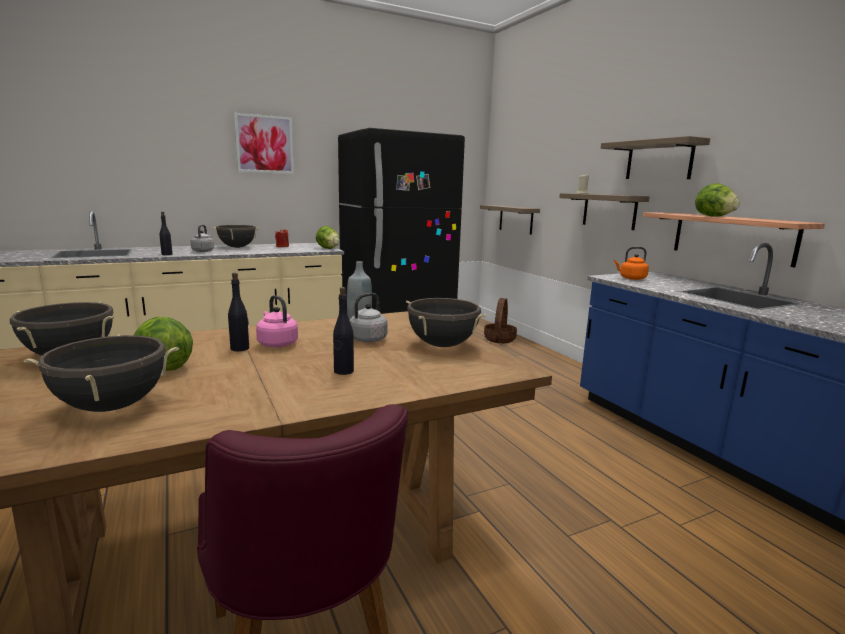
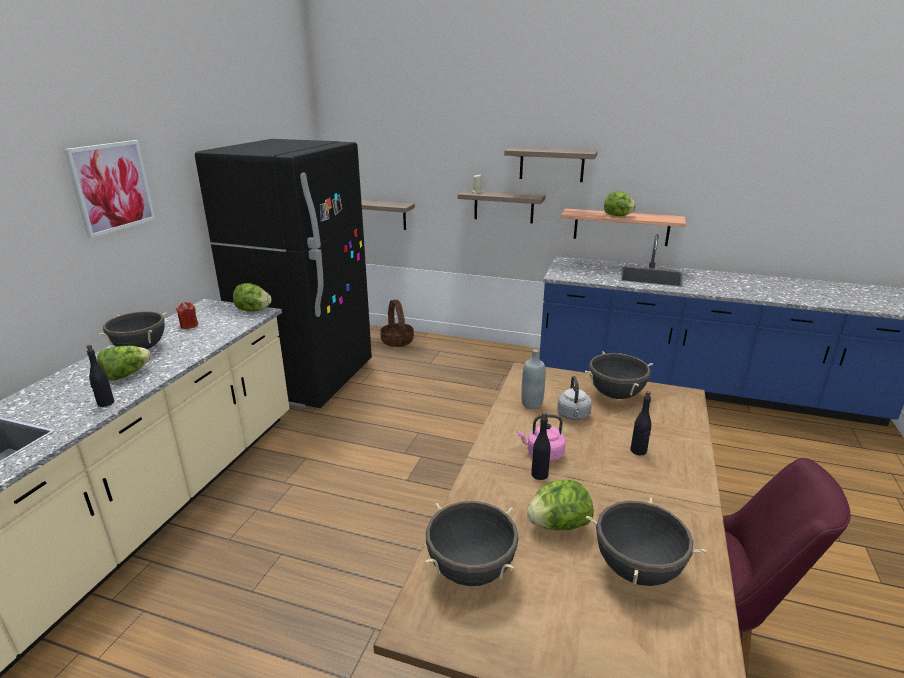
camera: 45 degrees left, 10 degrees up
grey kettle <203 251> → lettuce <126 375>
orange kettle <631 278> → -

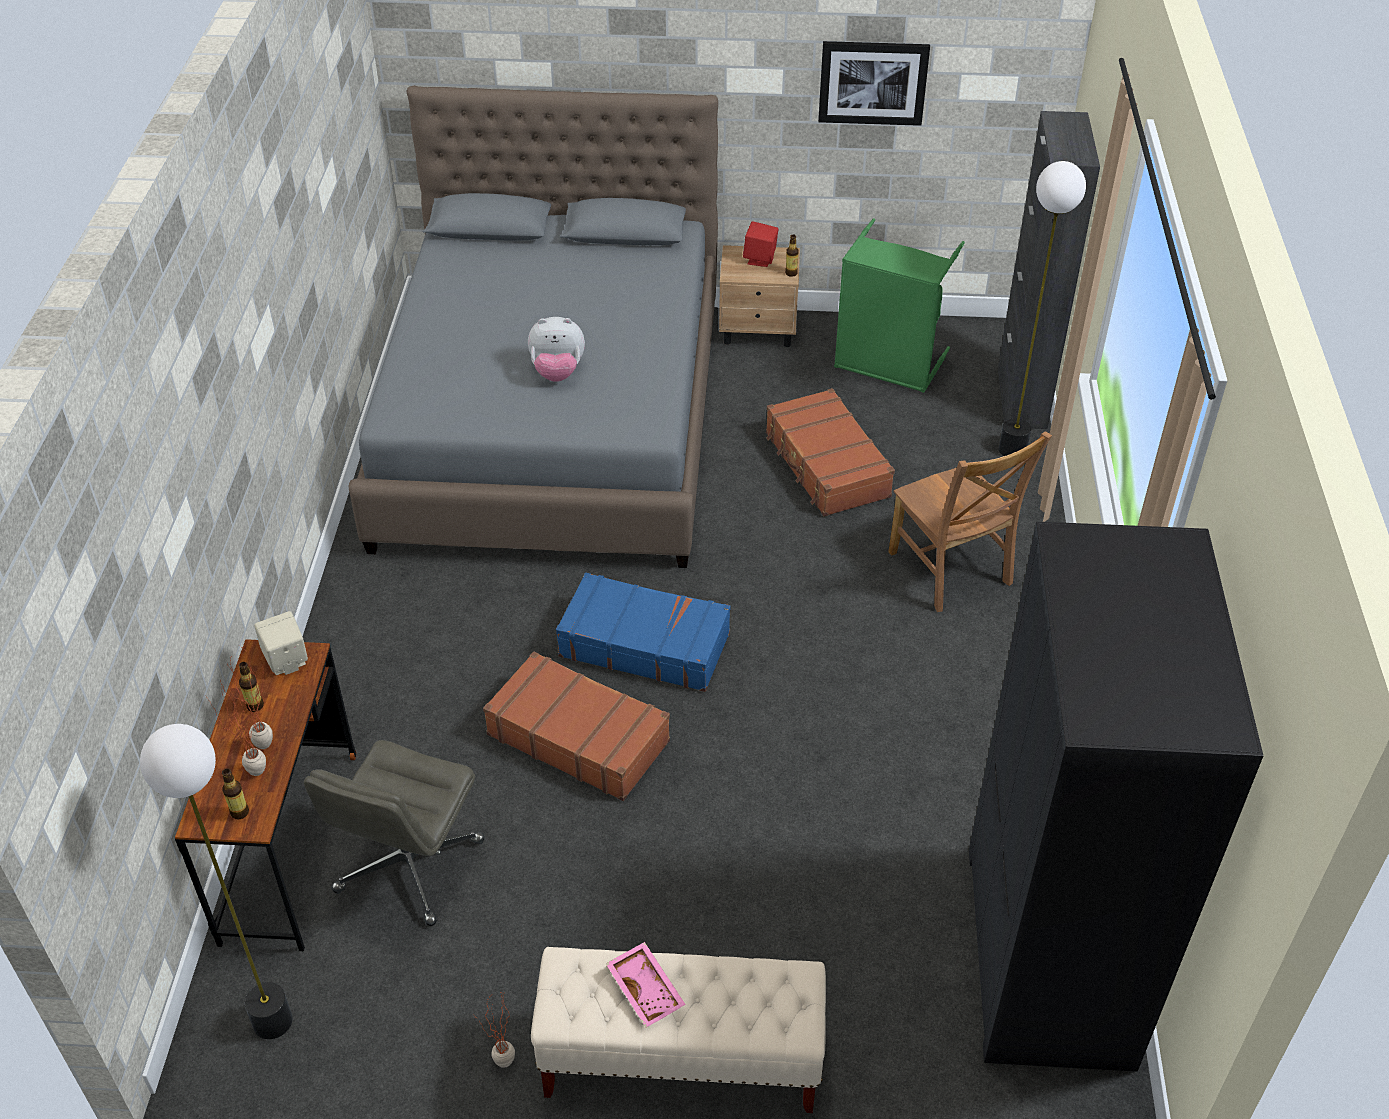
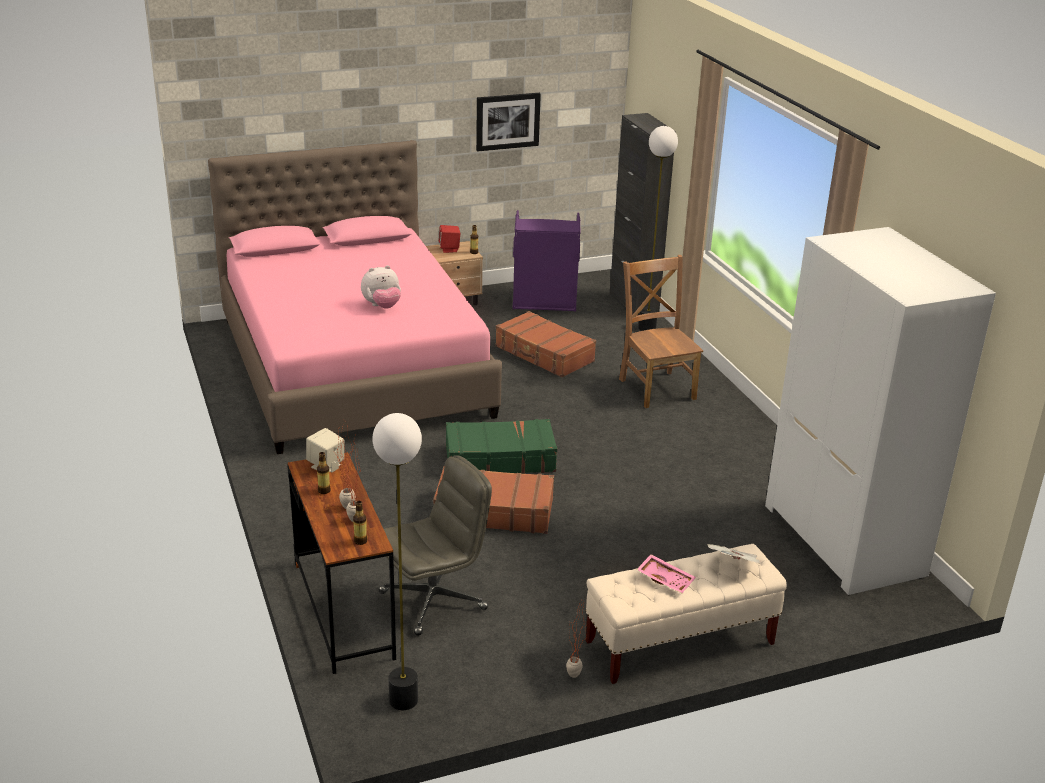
camera: 25 degrees left, 15 degrees down
grey bed <554 422> → pink bed <354 366>
grey office chair <409 867> → grey office chair <434 600>, 120 degrees counterclockwise
blue suitcase <644 644> → green suitcase <499 458>
green laundry basket <887 365> → purple laundry basket <544 303>
brown chair <952 571> → brown chair <656 387>, 150 degrees counterclockwise
- → newspaper <735 565>
black wardrobe <1050 957> → white wardrobe <845 541>

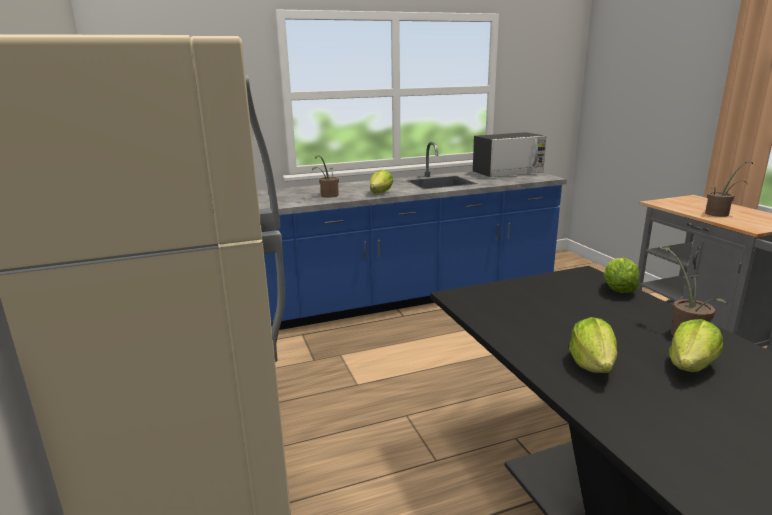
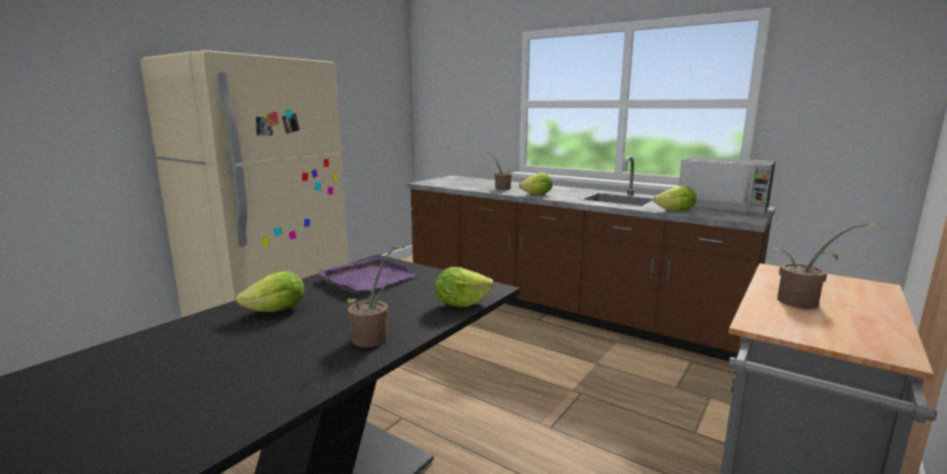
camera: 55 degrees right, 5 degrees down
- → purple tray <367 279>
blue counter <393 299> → brown counter <560 307>
lettuce <691 366> → lettuce <676 211>, moved

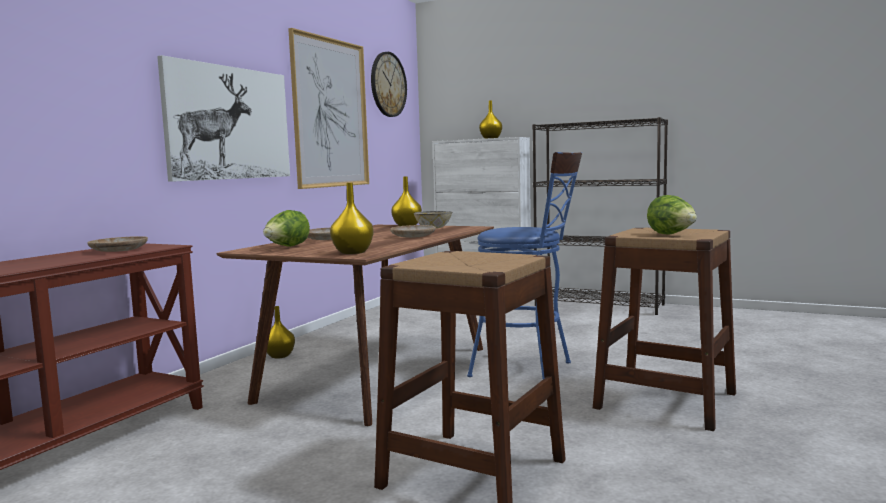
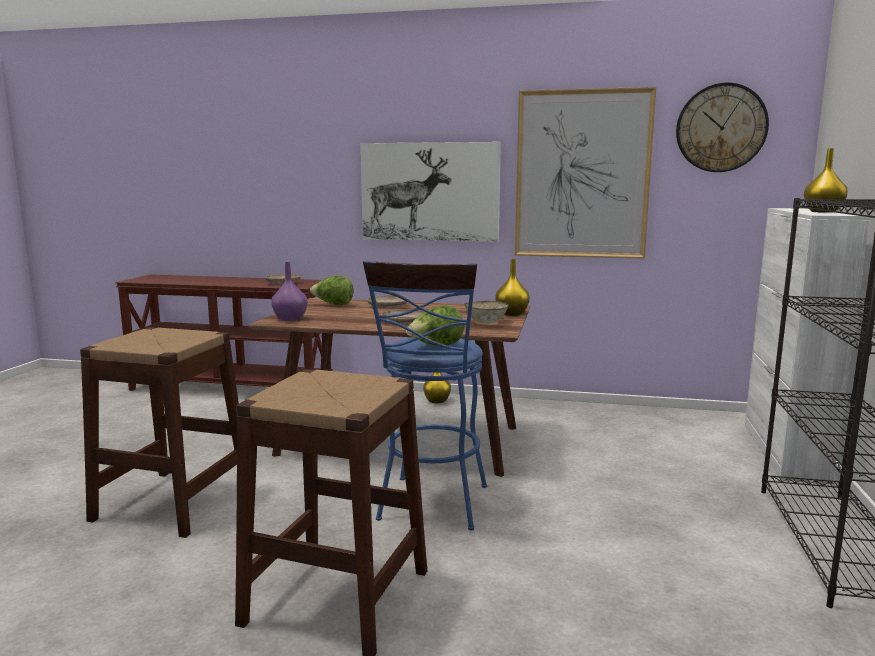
camera: 75 degrees right, 5 degrees up
yellow vase <352 252> → purple vase <290 319>
lettuce <672 235> → lettuce <436 347>, moved

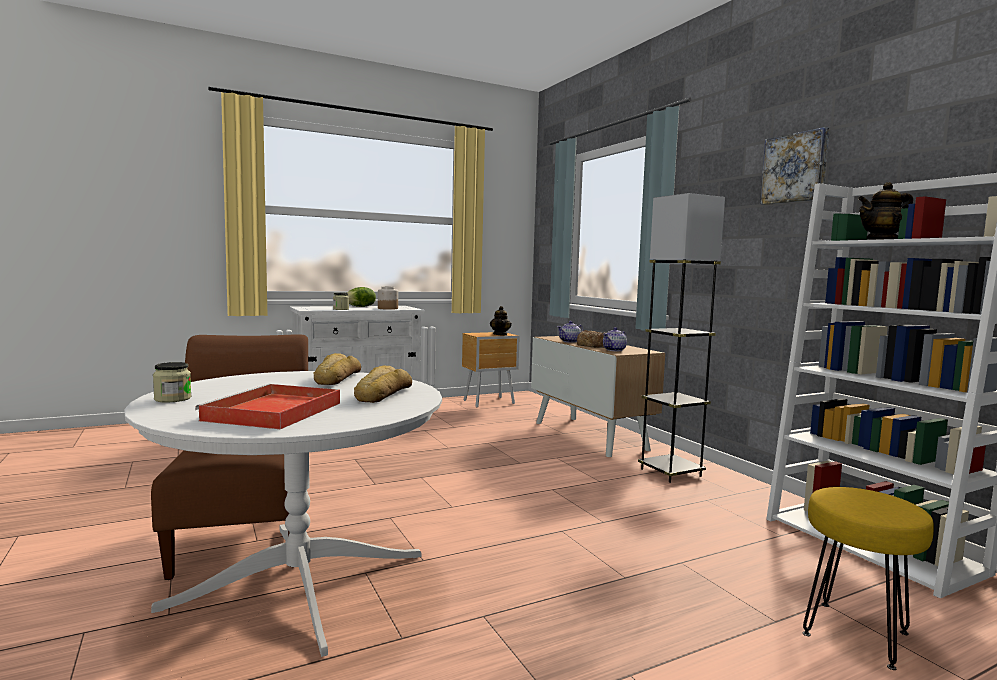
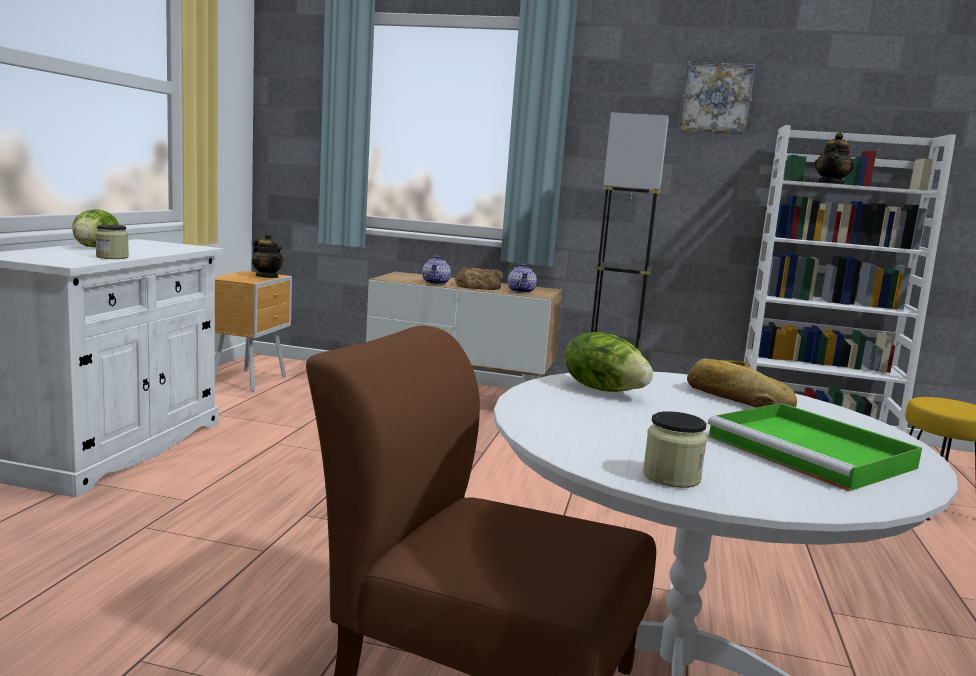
camera: 50 degrees left, 5 degrees up
bread <335 378> → lettuce <604 389>
red tray <273 412> → green tray <813 453>
jar <387 308> → -

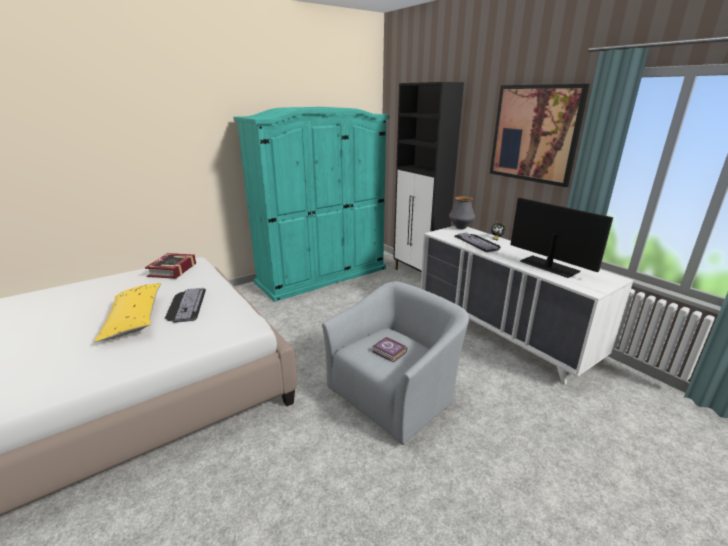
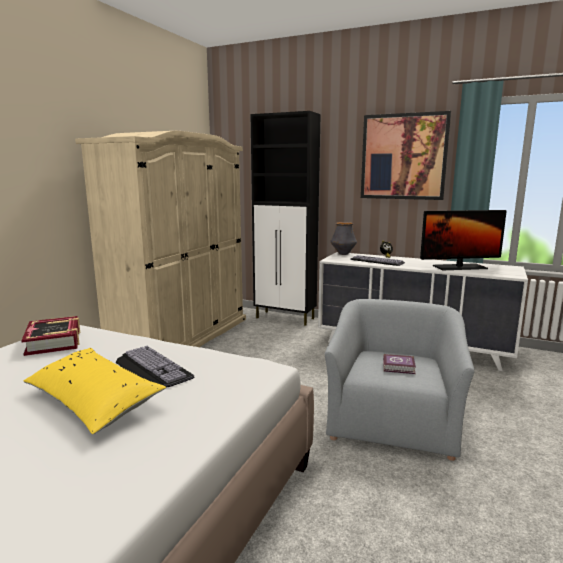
camera: 30 degrees left, 10 degrees down
turquoise wardrobe <322 275> → beige wardrobe <182 338>
monitor <549 266> → monitor <459 267>, 150 degrees clockwise

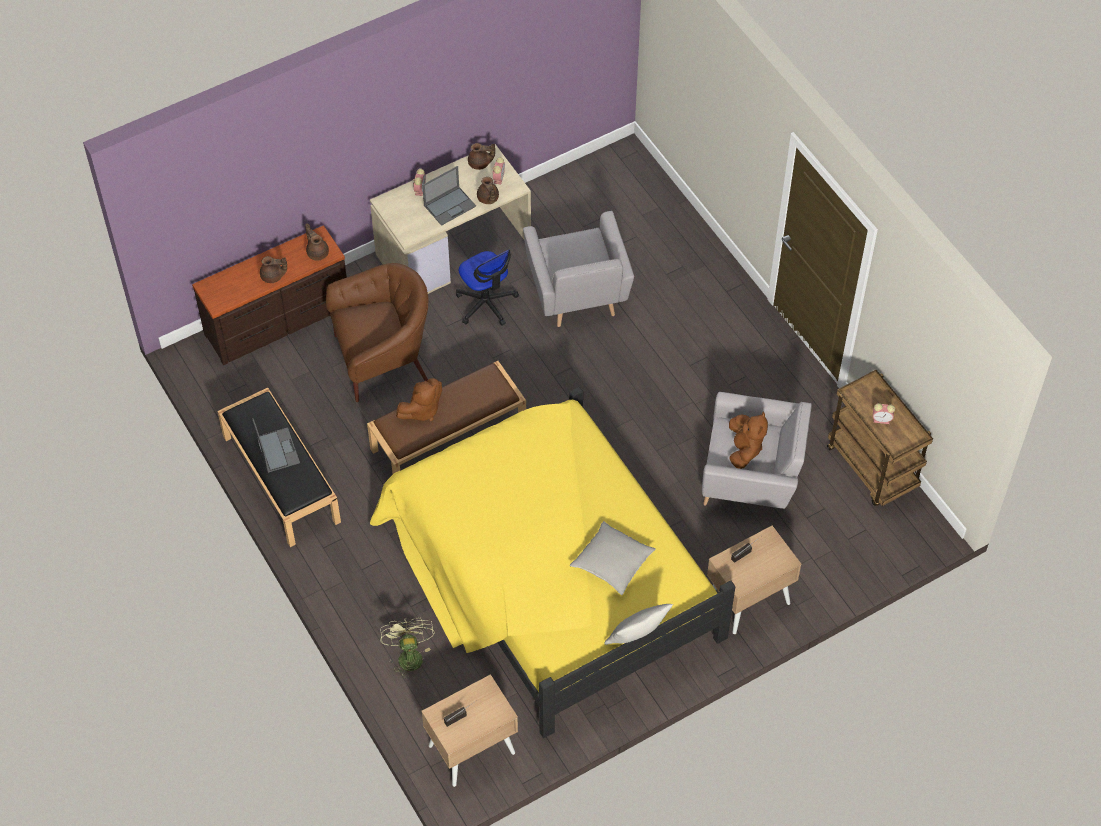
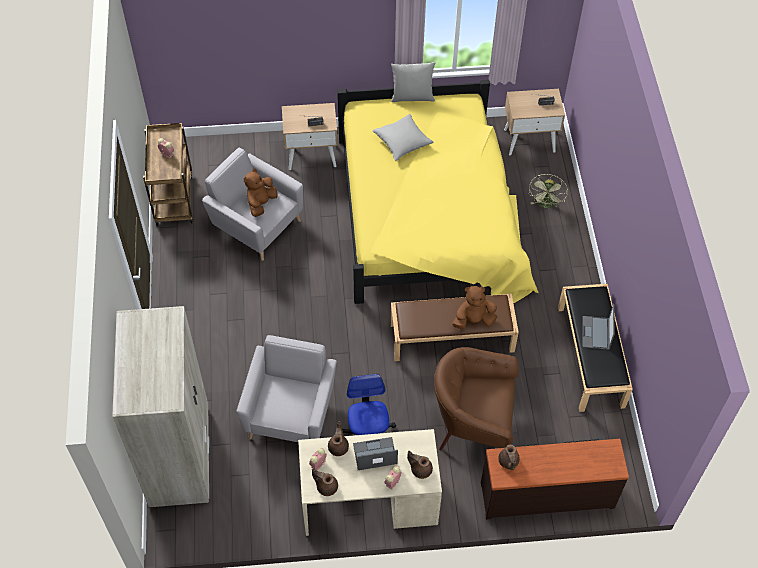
camera: 155 degrees left, 0 degrees up
- → beige wardrobe <180 455>
brown teapot <273 276> → brown teapot <420 469>, moved

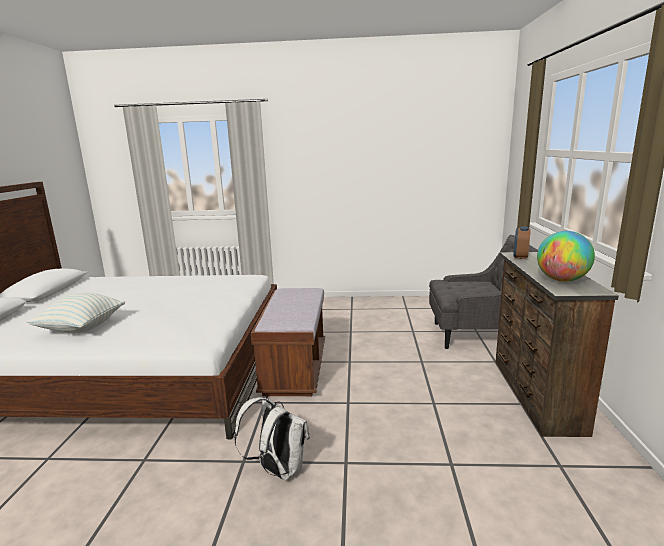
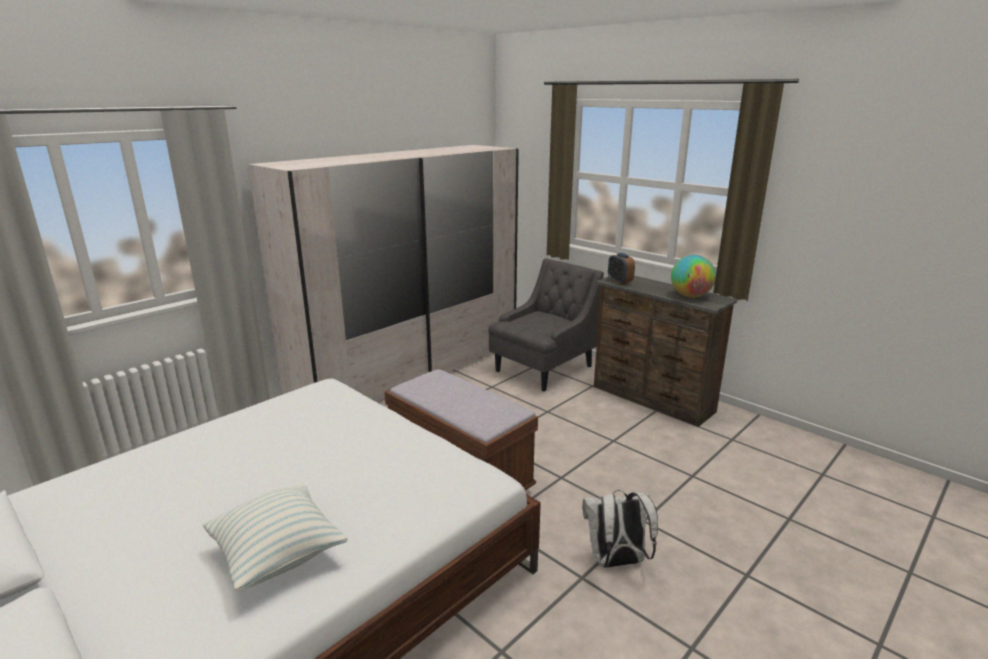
camera: 50 degrees left, 5 degrees up
- → white wardrobe <411 373>

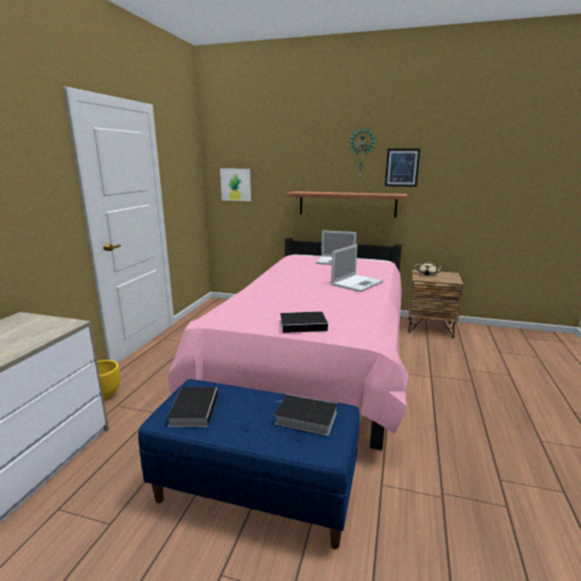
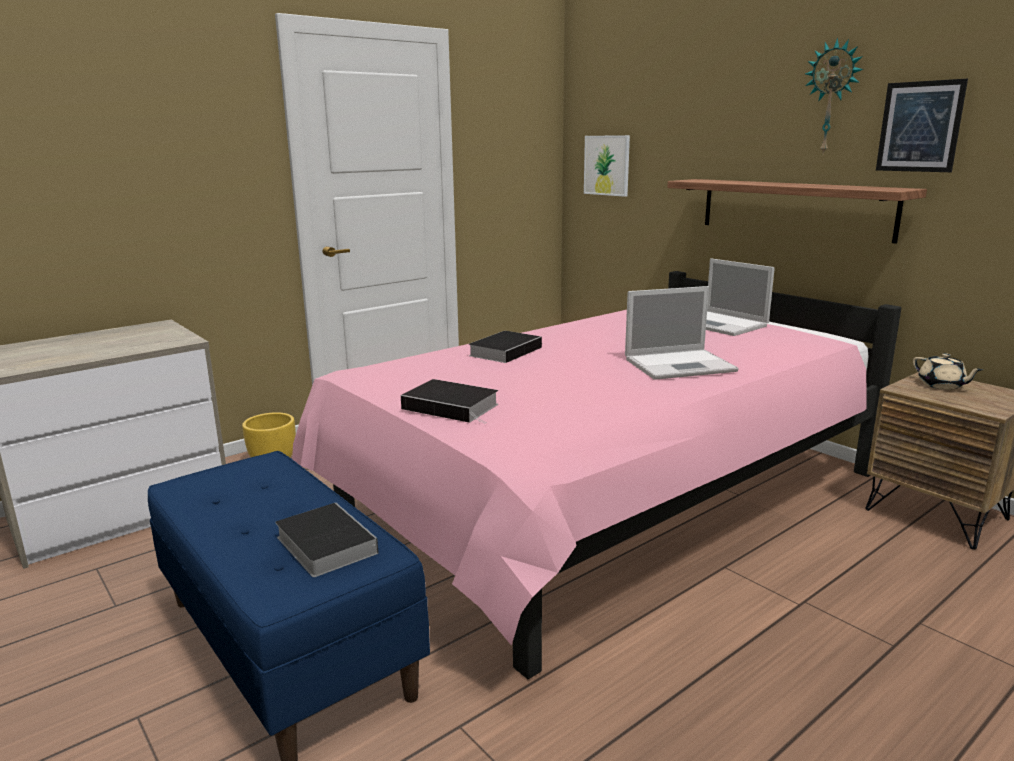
camera: 35 degrees right, 0 degrees up
book <194 408> → book <506 351>, moved

